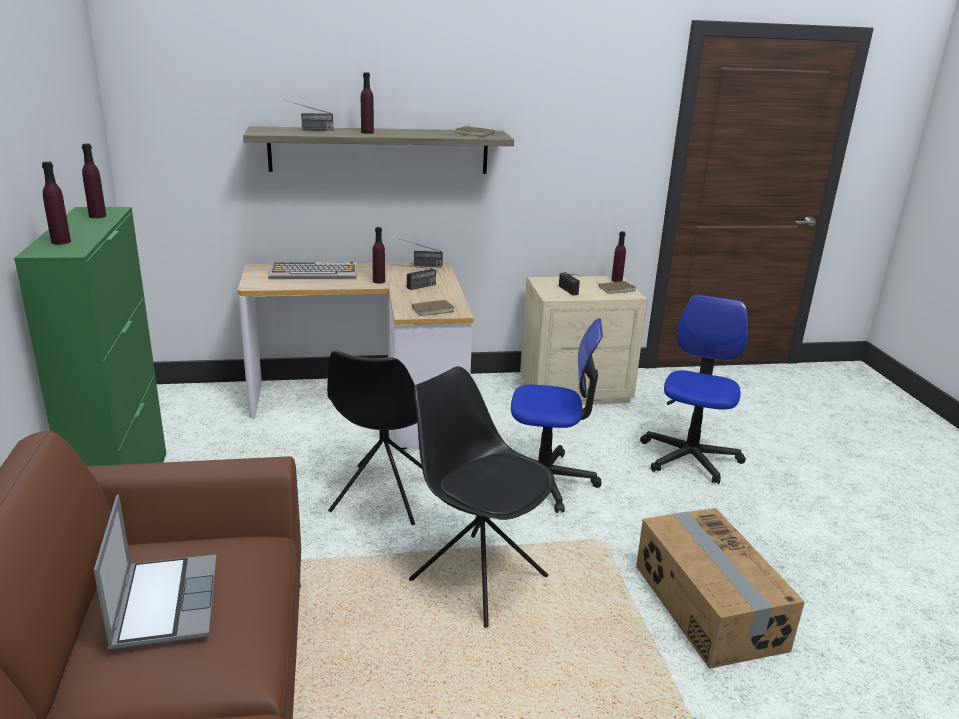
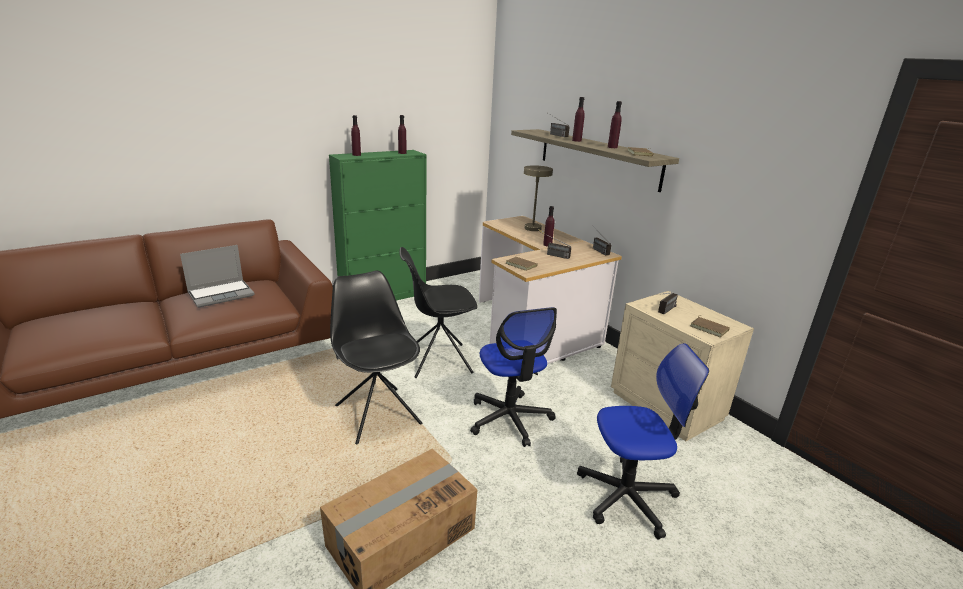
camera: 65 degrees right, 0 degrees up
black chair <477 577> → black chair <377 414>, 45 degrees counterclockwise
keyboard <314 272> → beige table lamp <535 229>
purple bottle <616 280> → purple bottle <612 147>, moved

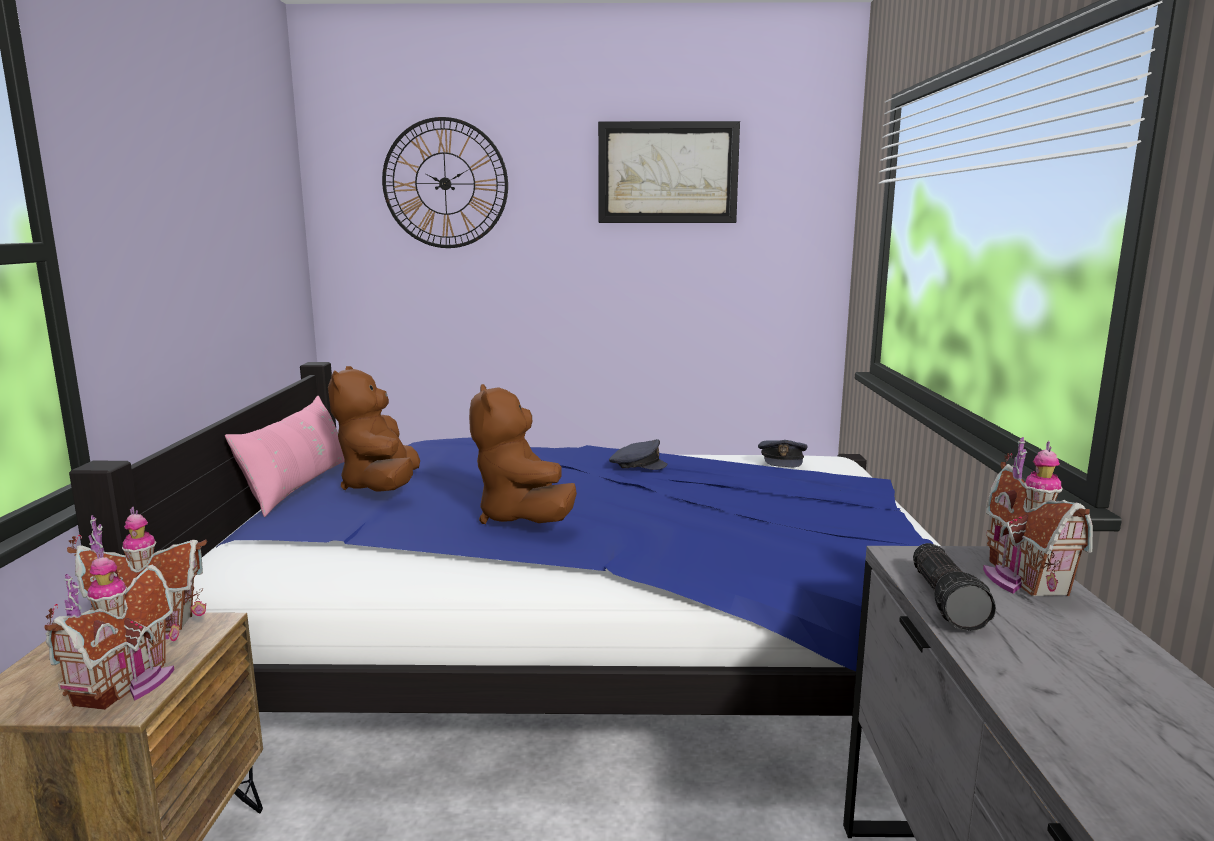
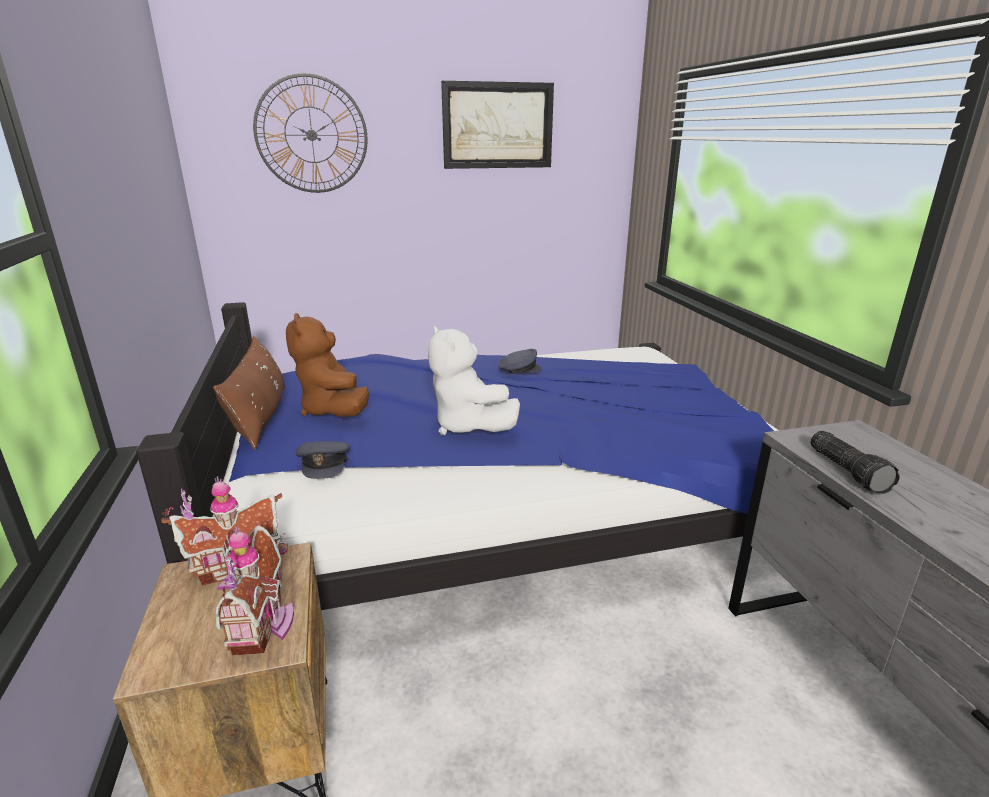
camera: 15 degrees left, 10 degrees up
pink pillow <299 486> → brown pillow <260 416>
grey cap <782 459> → grey cap <324 463>, moved
brown plush toy <522 518> → white plush toy <468 426>
toy house <1020 579> → -

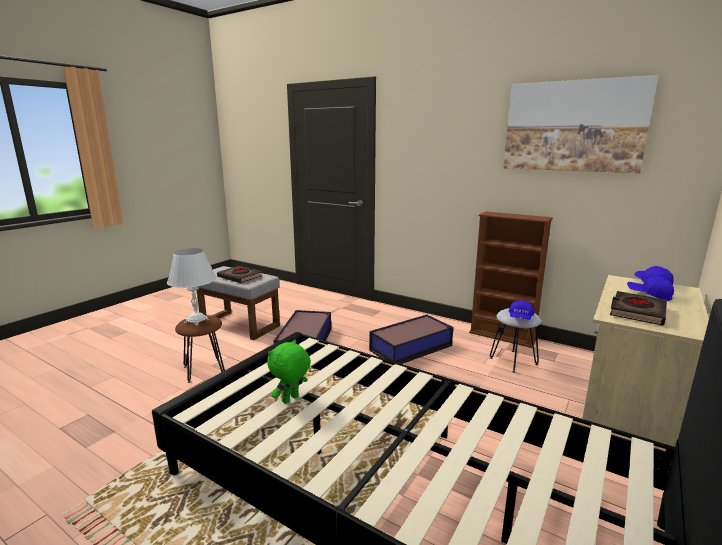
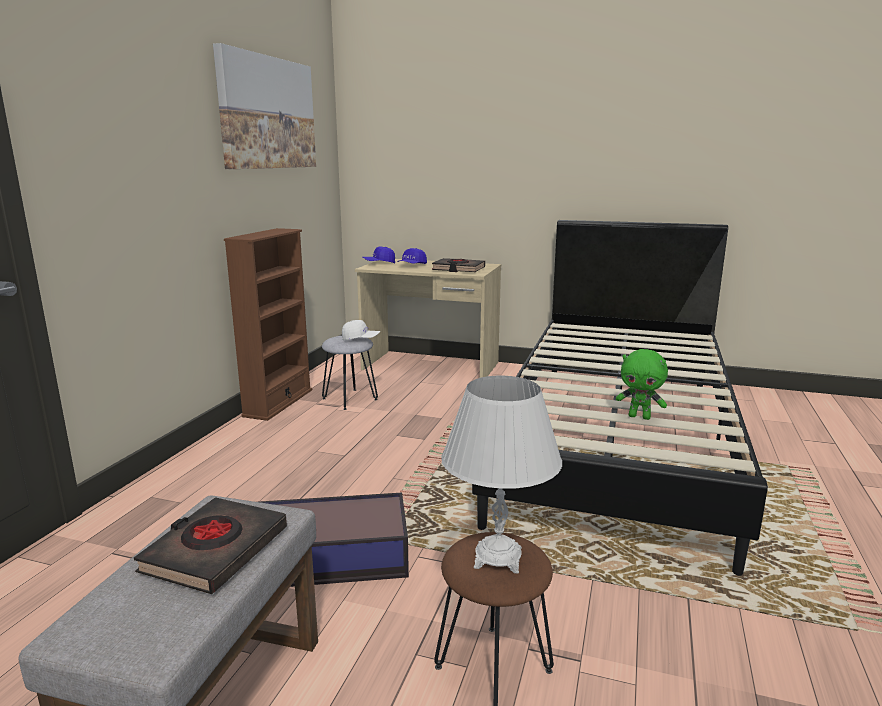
camera: 105 degrees left, 0 degrees up
blue cap <520 318> → white cap <360 339>
storage box <412 348> → -

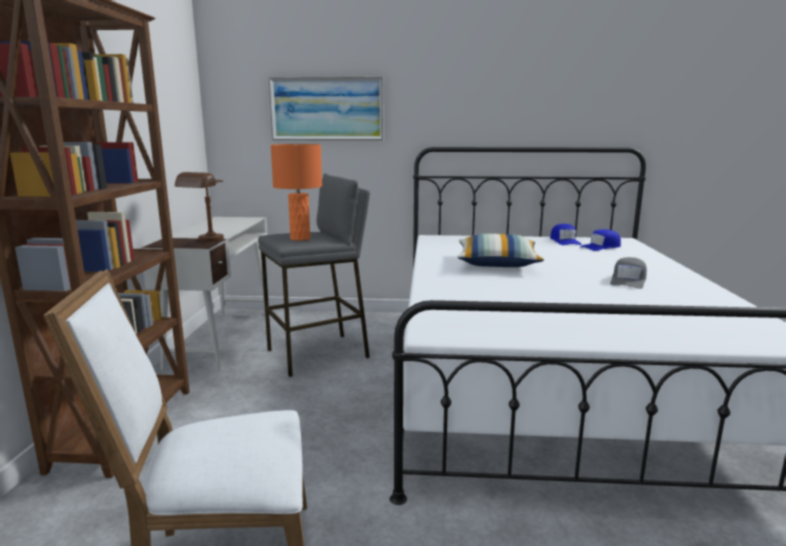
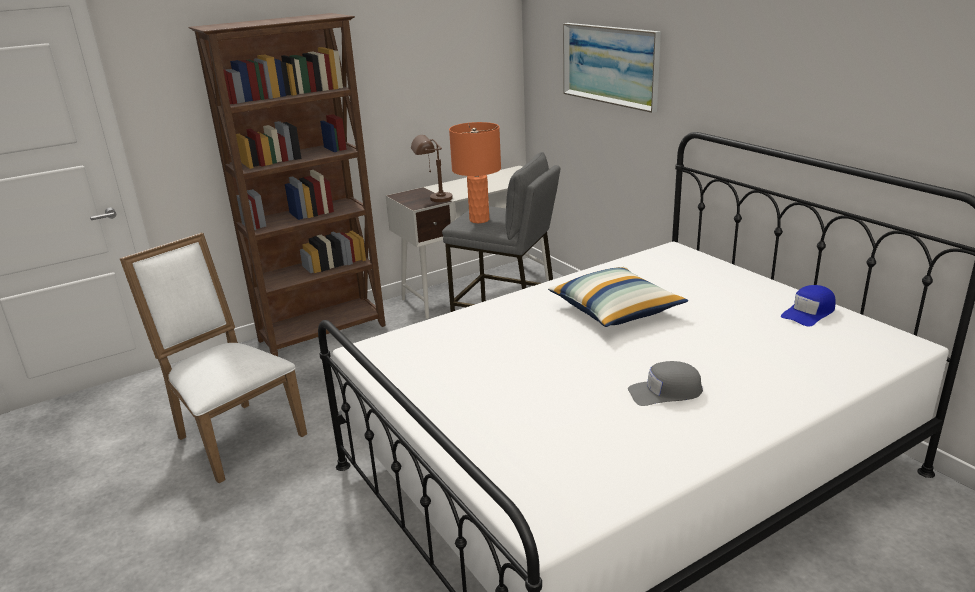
camera: 55 degrees right, 10 degrees up
blue cap <601 247> → -

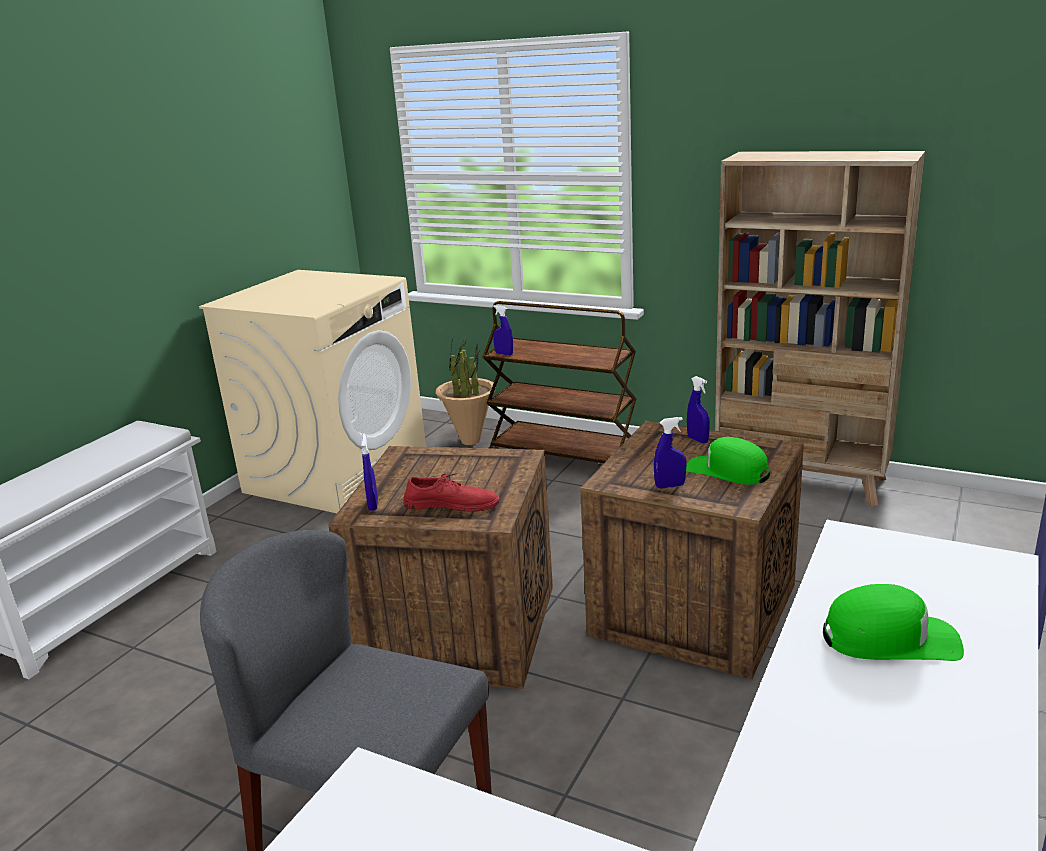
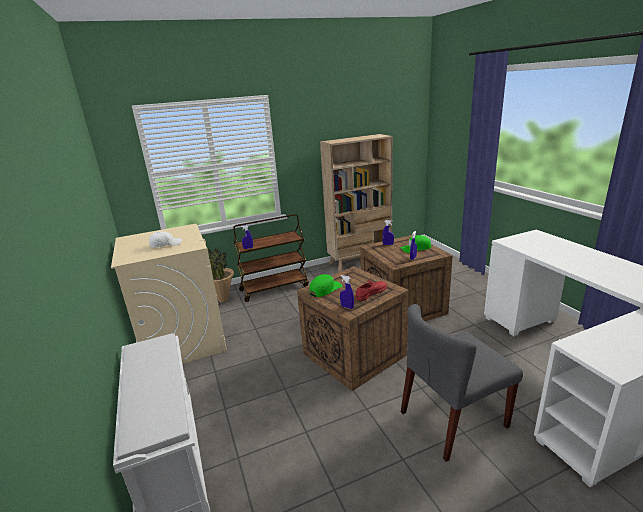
camera: 50 degrees left, 0 degrees up
- → white cap <165 245>
green cap <890 639> → green cap <325 289>, moved

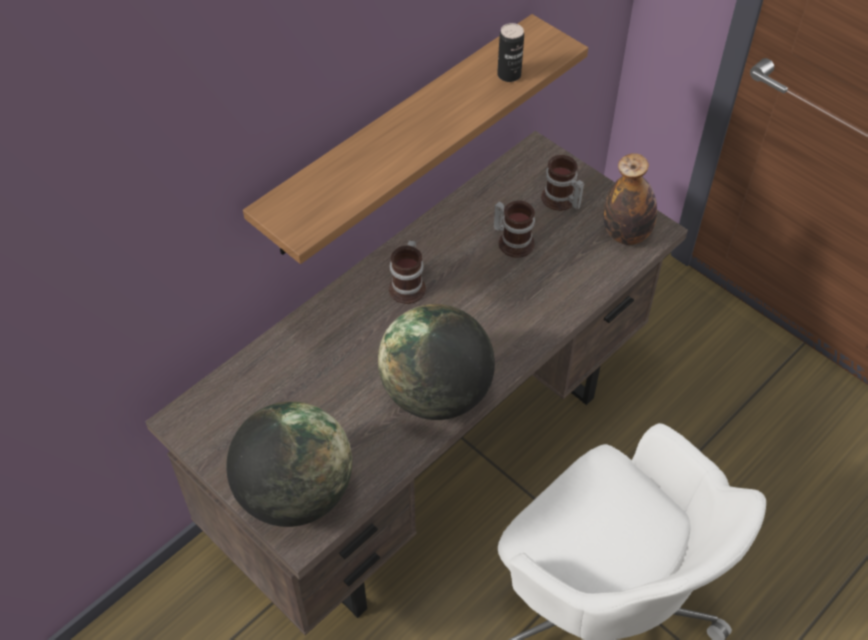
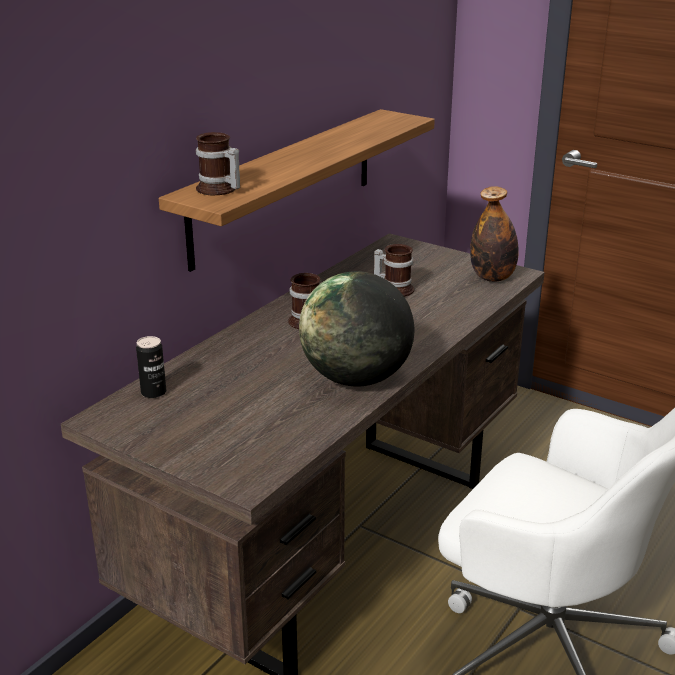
camera: 10 degrees left, 25 degrees down
can <509 75> → can <153 393>, moved
mug <560 201> → mug <218 190>, moved
globe <296 494> → -

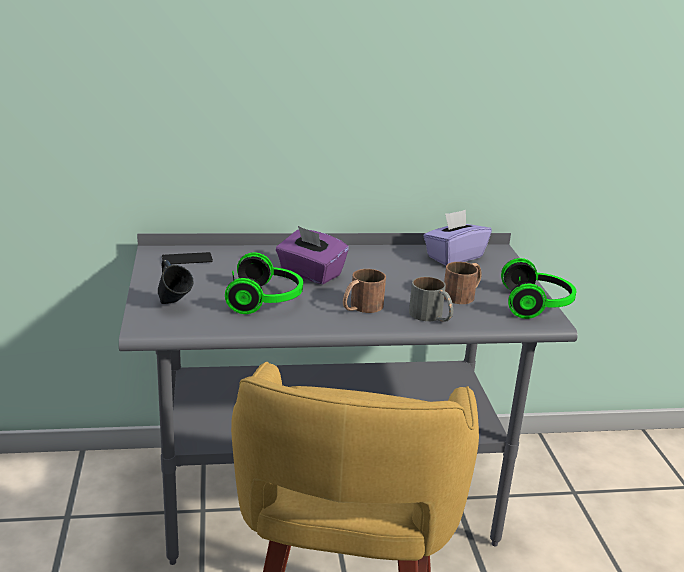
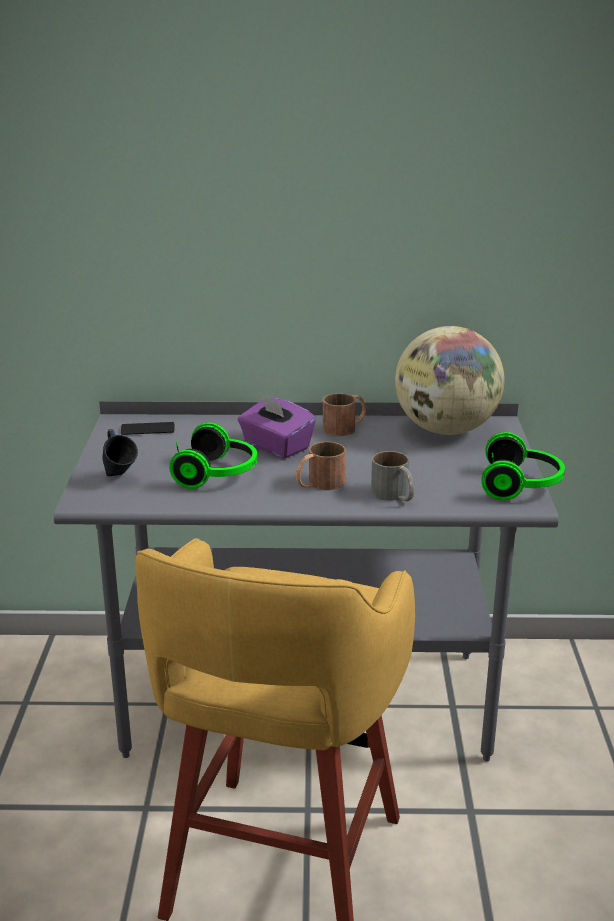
camera: 10 degrees right, 0 degrees up
brown mug <463 294> → brown mug <345 427>, moved
purple tissue box <454 257> → globe <445 430>

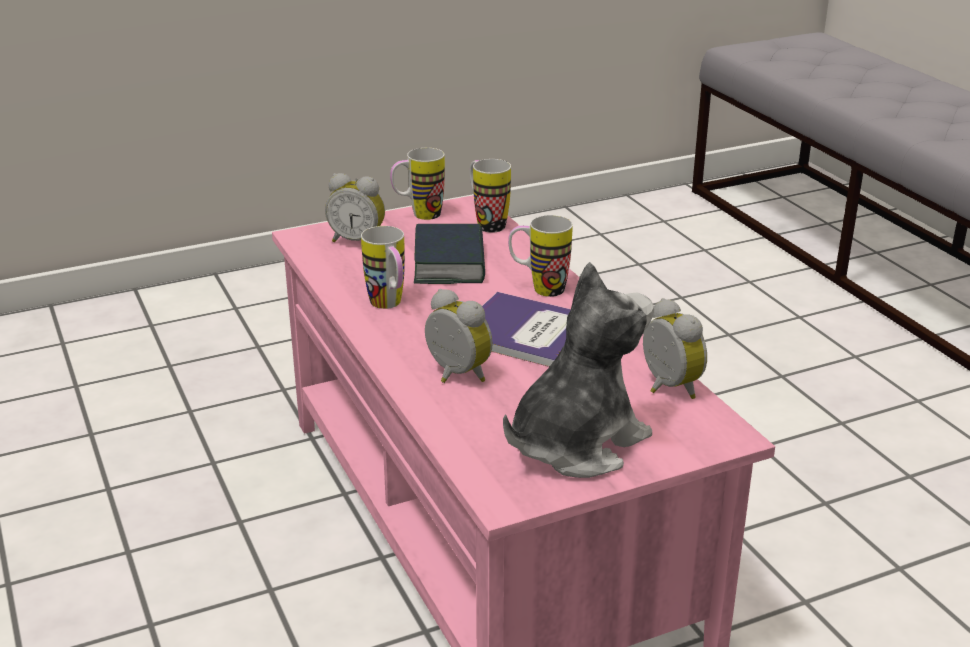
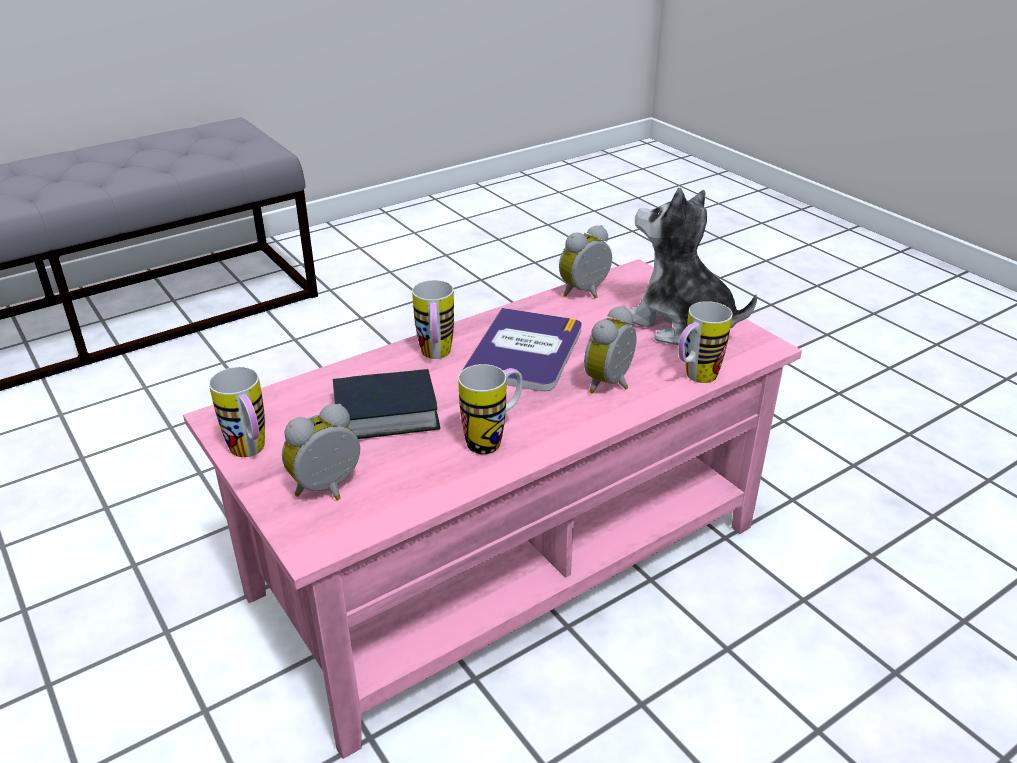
camera: 100 degrees left, 5 degrees up
alarm clock <358 241> → alarm clock <328 490>, 135 degrees counterclockwise
mug <486 223> → mug <695 379>, moved

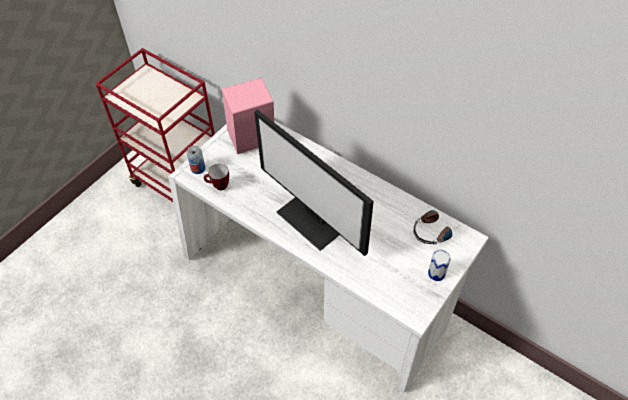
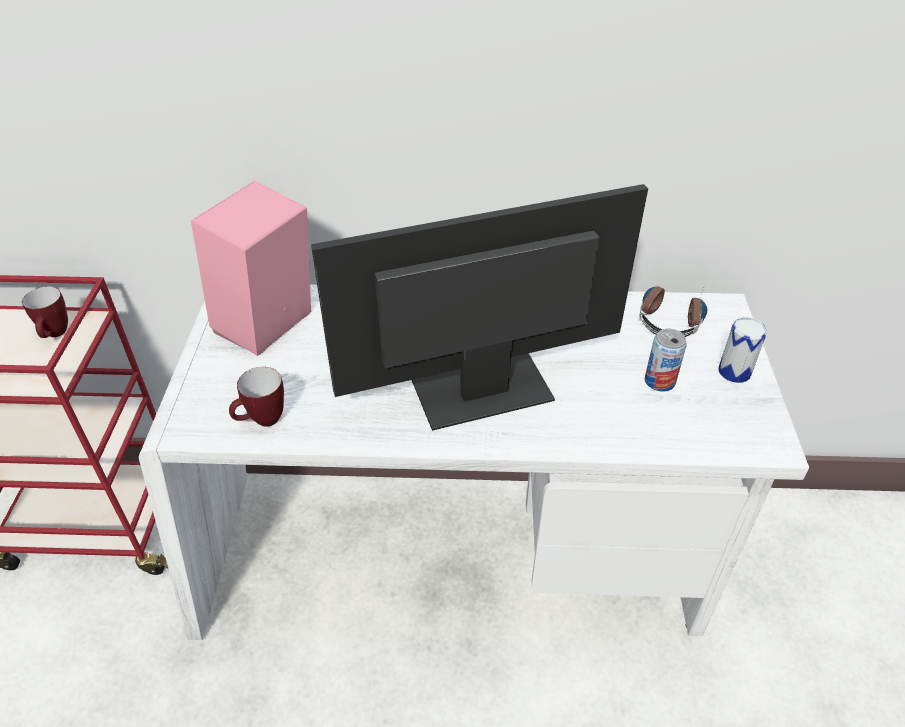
camera: 35 degrees left, 10 degrees down
- → mug <56 335>
monitor <313 219> → monitor <480 391>, 150 degrees clockwise
can <198 168> → can <659 381>, moved

